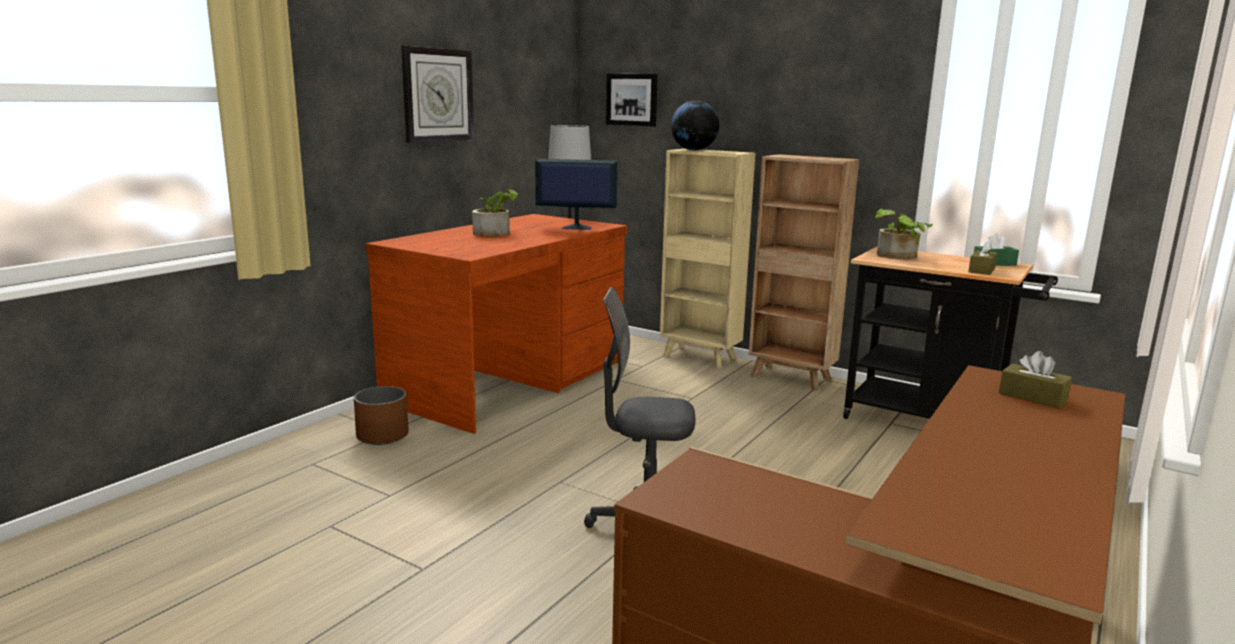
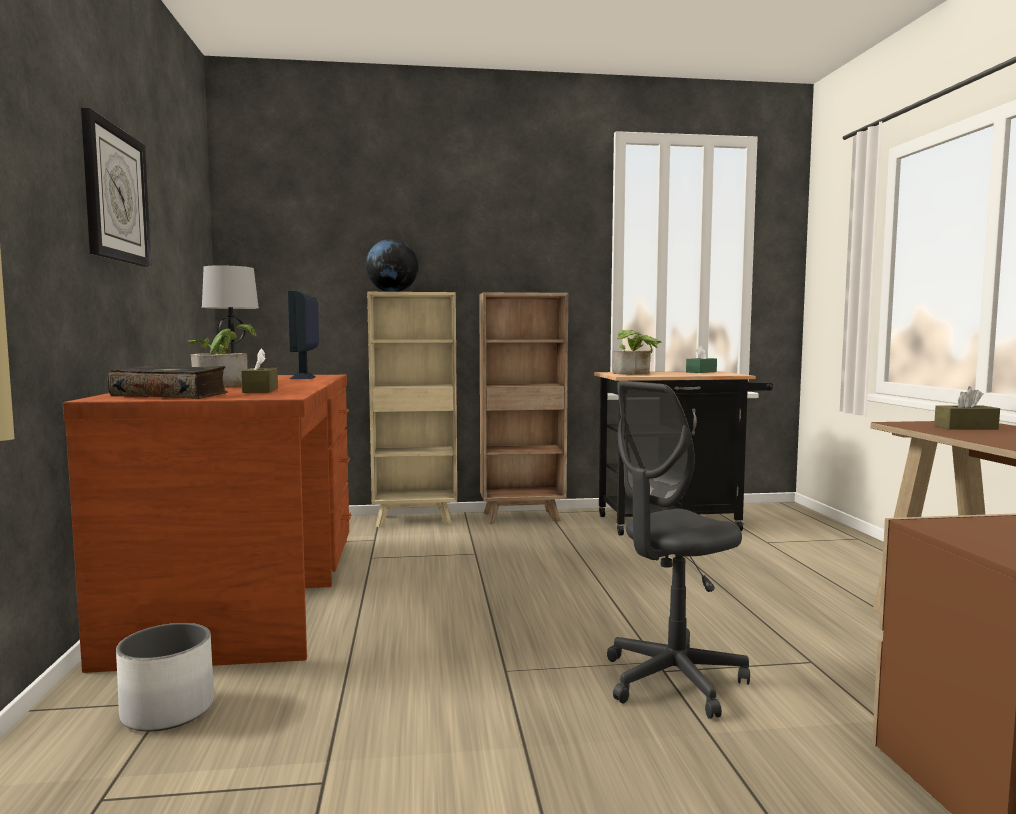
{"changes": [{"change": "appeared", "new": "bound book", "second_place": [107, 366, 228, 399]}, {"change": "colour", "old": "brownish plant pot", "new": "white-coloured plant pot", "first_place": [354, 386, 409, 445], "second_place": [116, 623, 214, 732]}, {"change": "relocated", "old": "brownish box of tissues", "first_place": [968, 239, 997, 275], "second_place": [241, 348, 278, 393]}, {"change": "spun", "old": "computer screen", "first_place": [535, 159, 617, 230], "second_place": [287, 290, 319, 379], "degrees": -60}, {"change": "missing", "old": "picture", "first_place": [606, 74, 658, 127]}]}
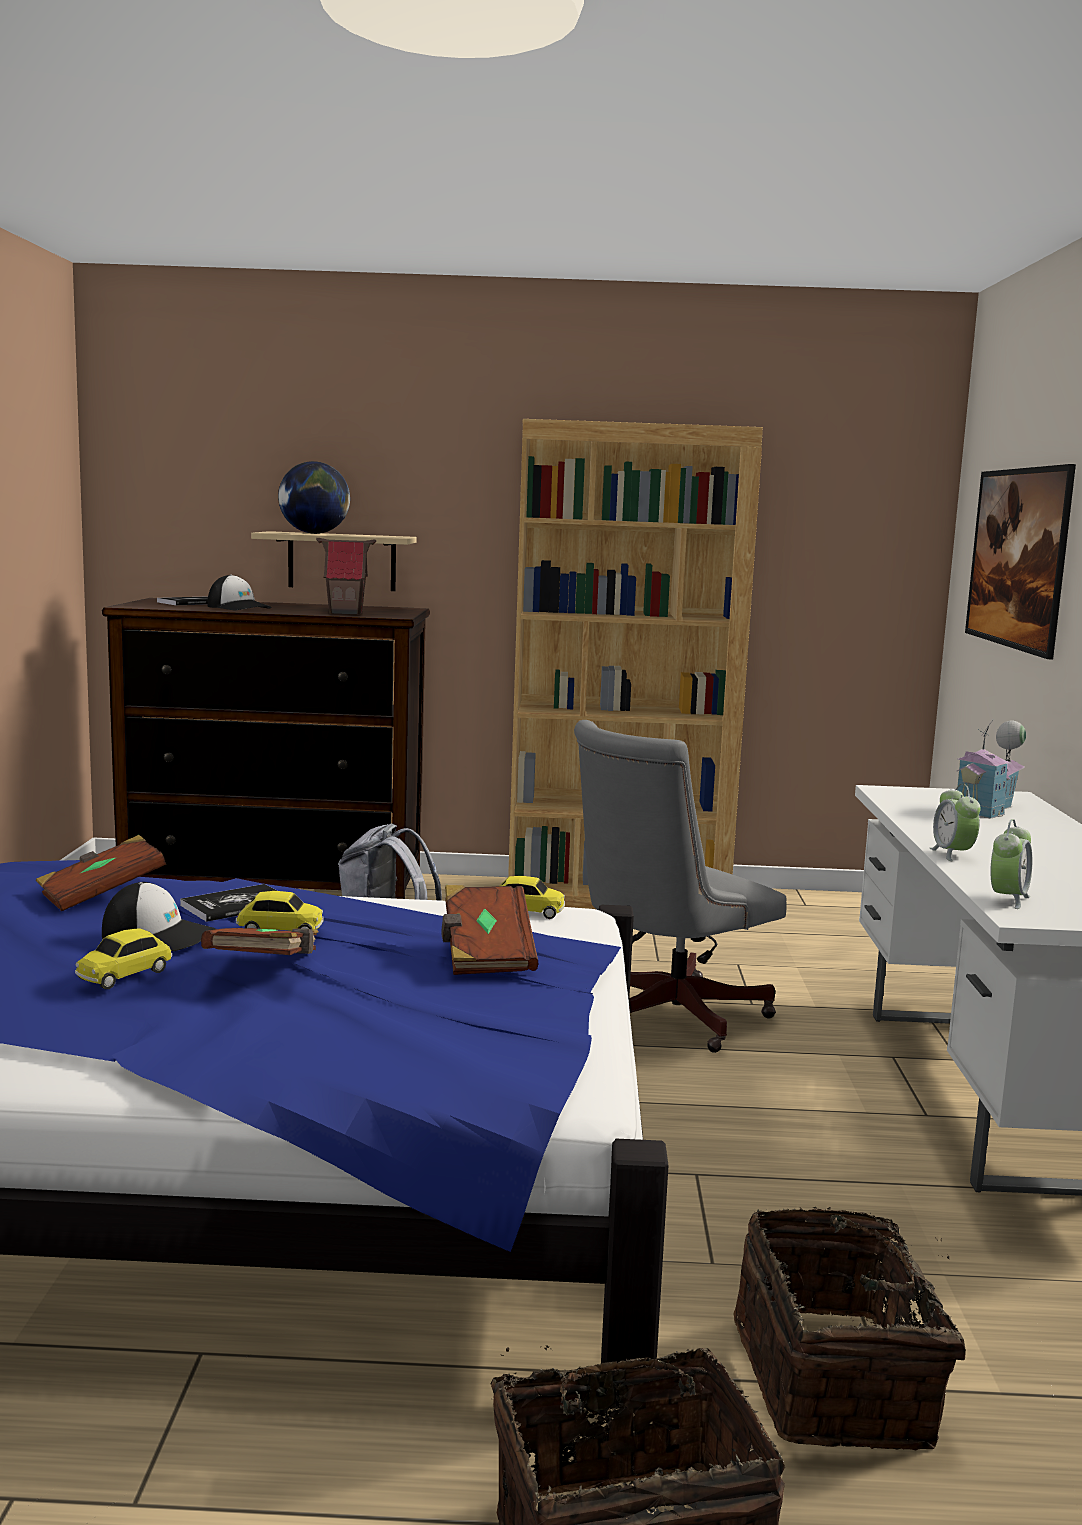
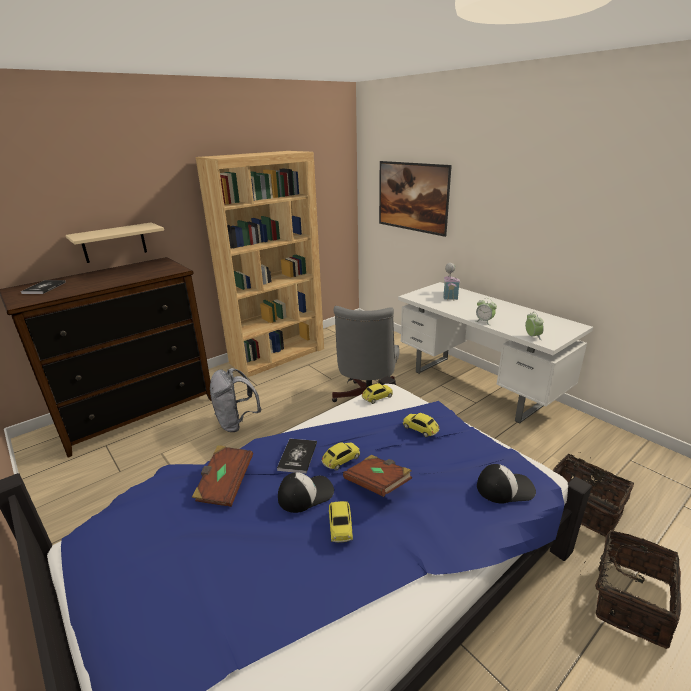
{"changes": [{"change": "exchanged", "old": "brownish bound book", "new": "model car", "first_place": [441, 885, 538, 975], "second_place": [403, 413, 440, 438]}, {"change": "relocated", "old": "cap", "first_place": [207, 575, 272, 610], "second_place": [477, 464, 536, 504]}, {"change": "missing", "old": "world globe", "first_place": [278, 461, 350, 534]}, {"change": "missing", "old": "toy house", "first_place": [316, 538, 376, 615]}]}
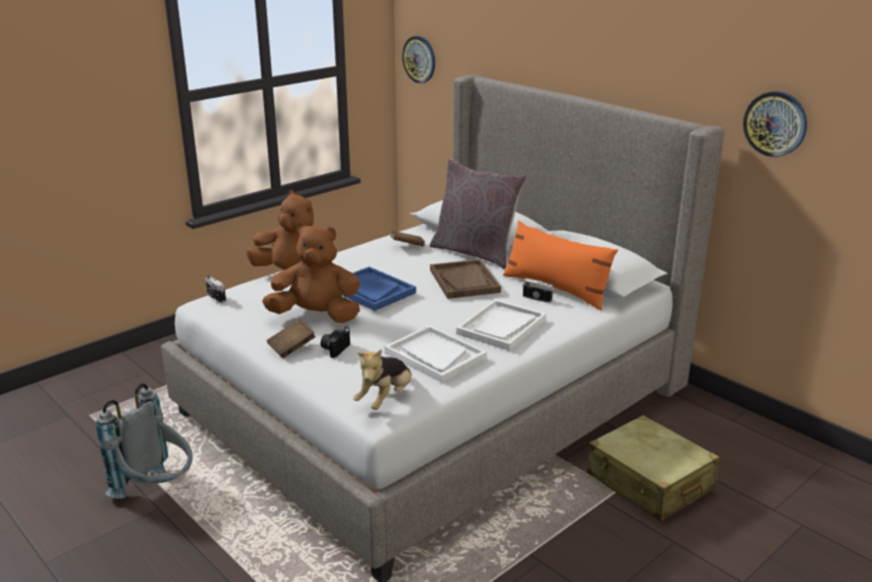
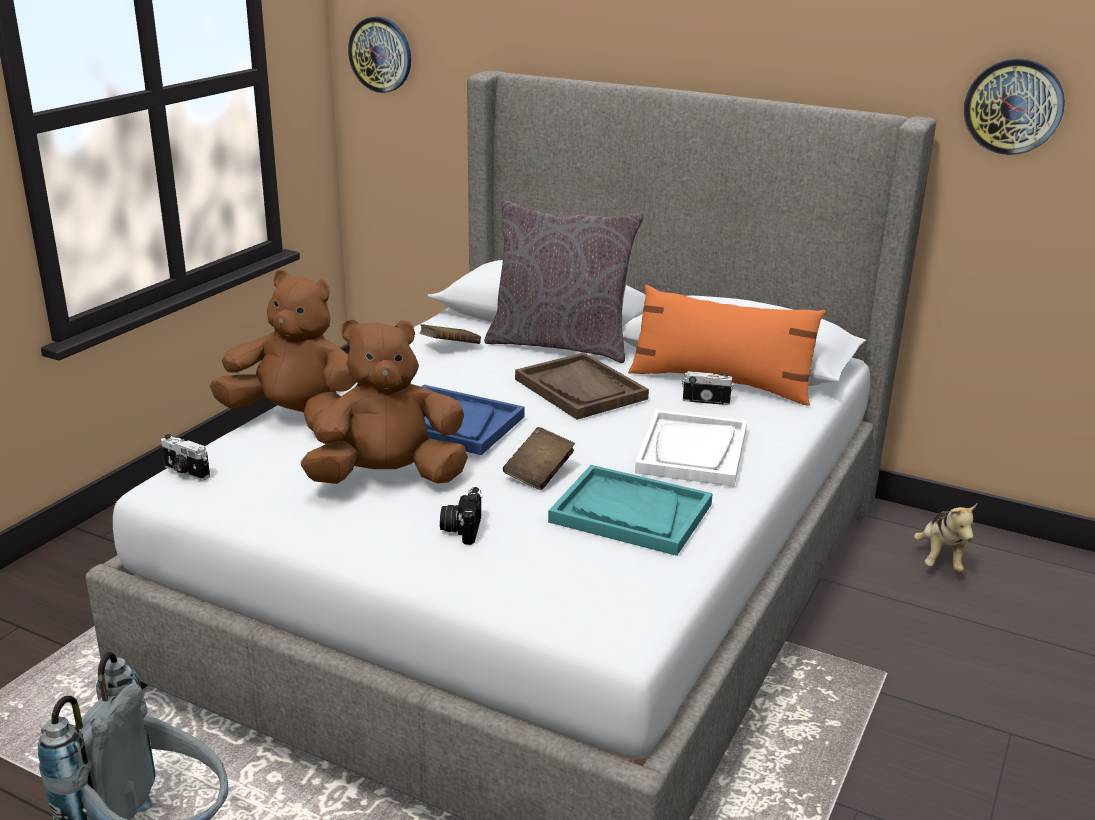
{"changes": [{"change": "relocated", "old": "brownish bound book", "first_place": [267, 319, 316, 358], "second_place": [503, 427, 575, 490]}, {"change": "colour", "old": "white-coloured carrying tray", "new": "turquoise carrying tray", "first_place": [384, 325, 487, 383], "second_place": [548, 465, 713, 556]}, {"change": "relocated", "old": "plush toy", "first_place": [353, 349, 412, 410], "second_place": [914, 503, 977, 572]}, {"change": "missing", "old": "beige suitcase", "first_place": [588, 415, 719, 522]}]}
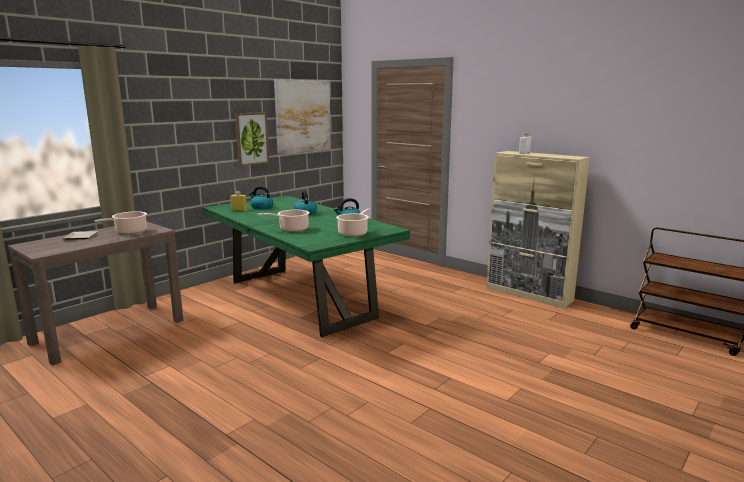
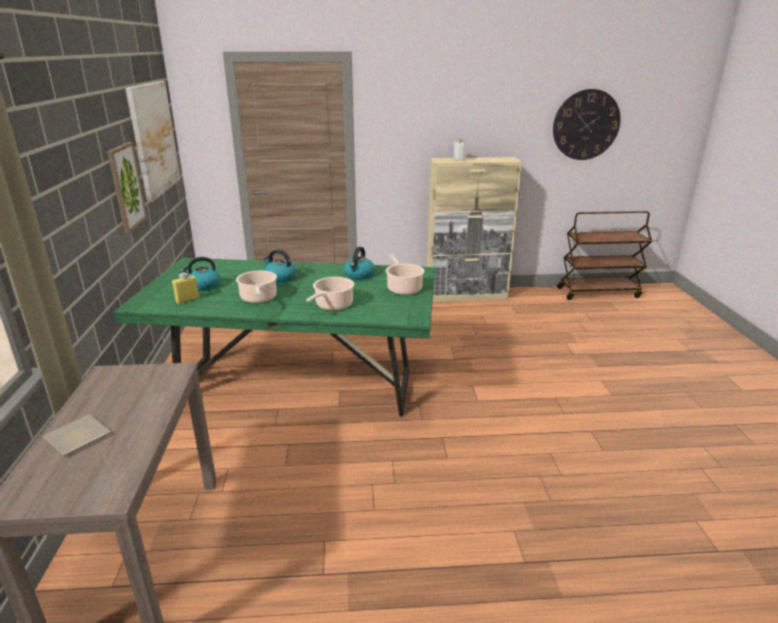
{"changes": [{"change": "relocated", "old": "saucepot", "first_place": [94, 211, 147, 234], "second_place": [236, 271, 277, 303]}, {"change": "appeared", "new": "hanging clock", "second_place": [553, 89, 621, 160]}]}
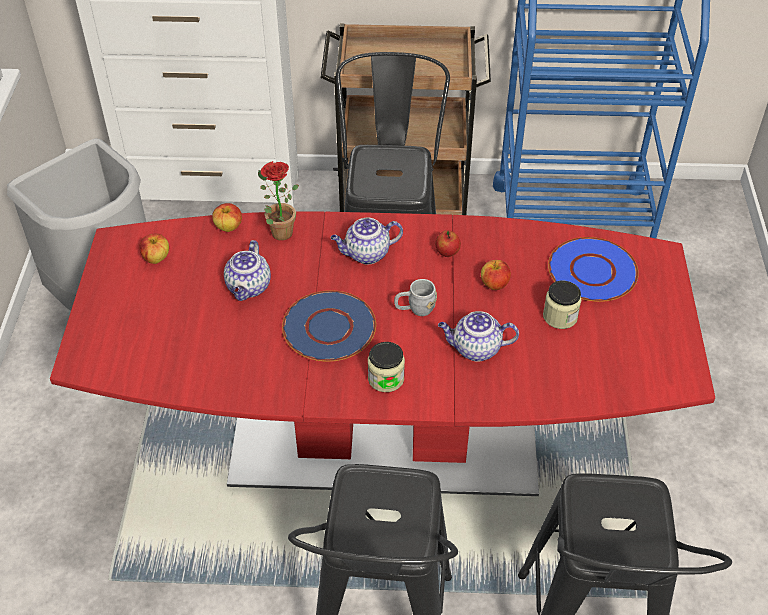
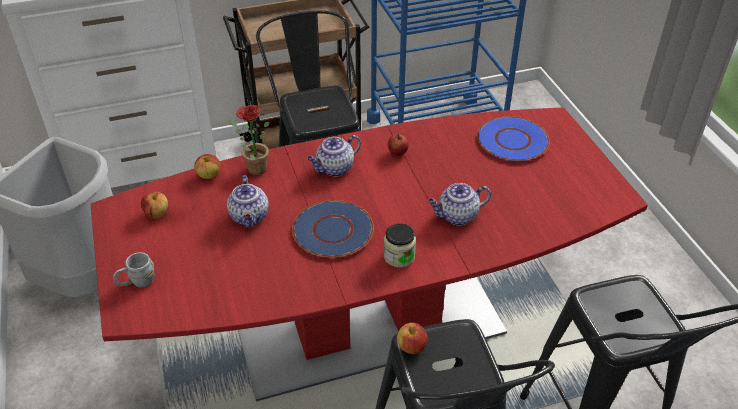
{"changes": [{"change": "relocated", "old": "greyish coffee mug", "first_place": [394, 279, 437, 316], "second_place": [113, 252, 155, 288]}, {"change": "relocated", "old": "whole apple", "first_place": [481, 260, 511, 290], "second_place": [397, 323, 427, 354]}, {"change": "missing", "old": "jar", "first_place": [543, 281, 582, 329]}]}
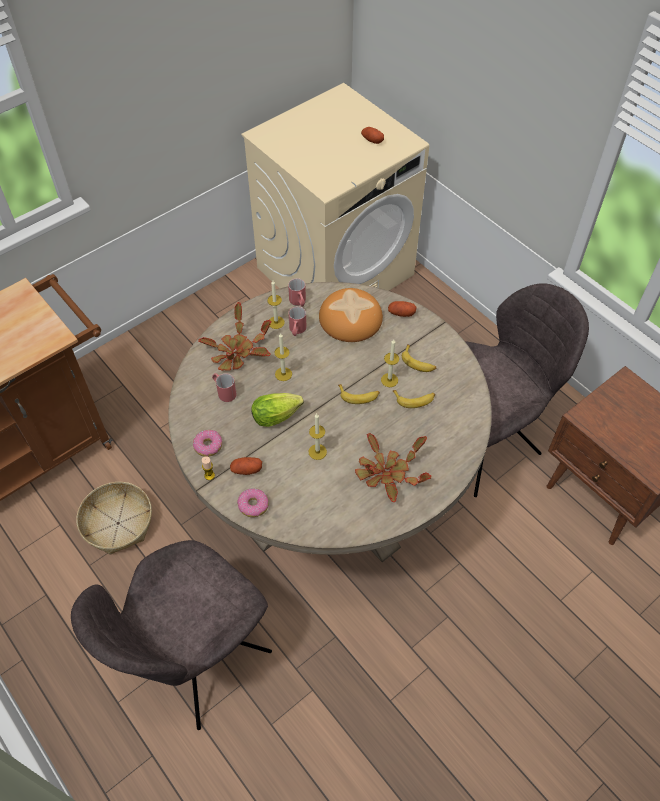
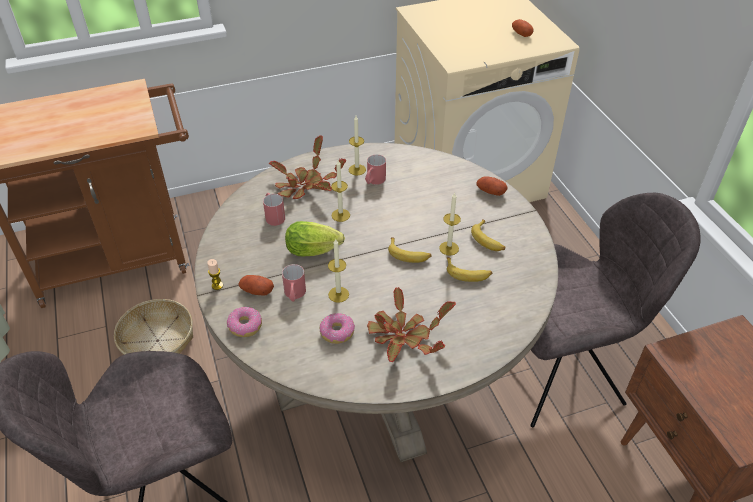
{"changes": [{"change": "relocated", "old": "red-coloured coffee mug", "first_place": [288, 278, 306, 307], "second_place": [282, 264, 306, 302]}, {"change": "relocated", "old": "donut", "first_place": [193, 430, 222, 457], "second_place": [320, 313, 355, 344]}, {"change": "missing", "old": "baked bread", "first_place": [319, 288, 383, 342]}]}
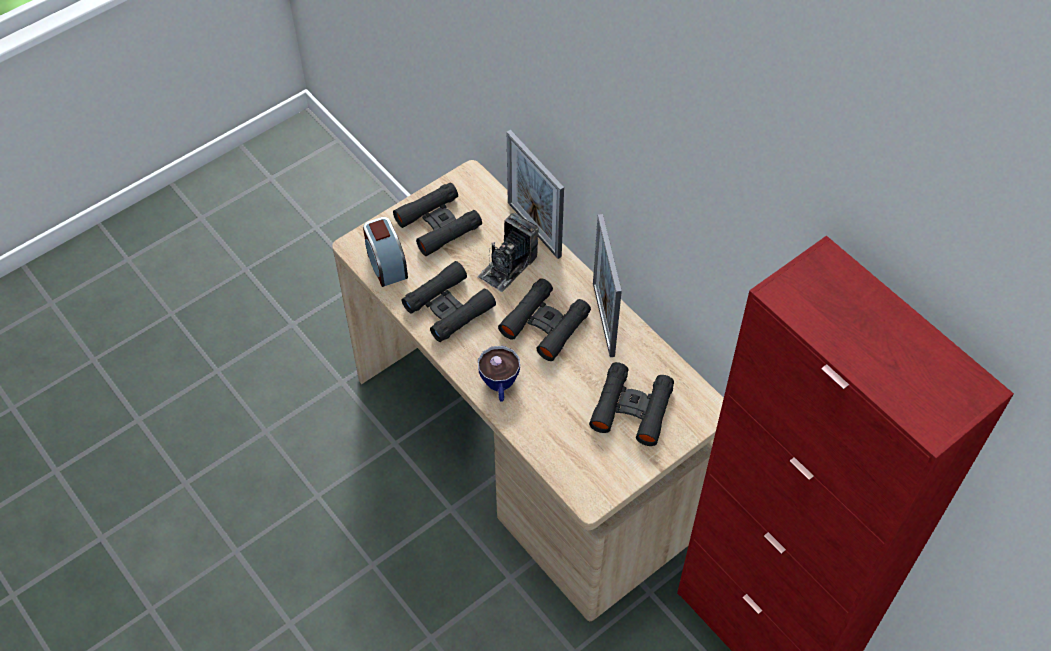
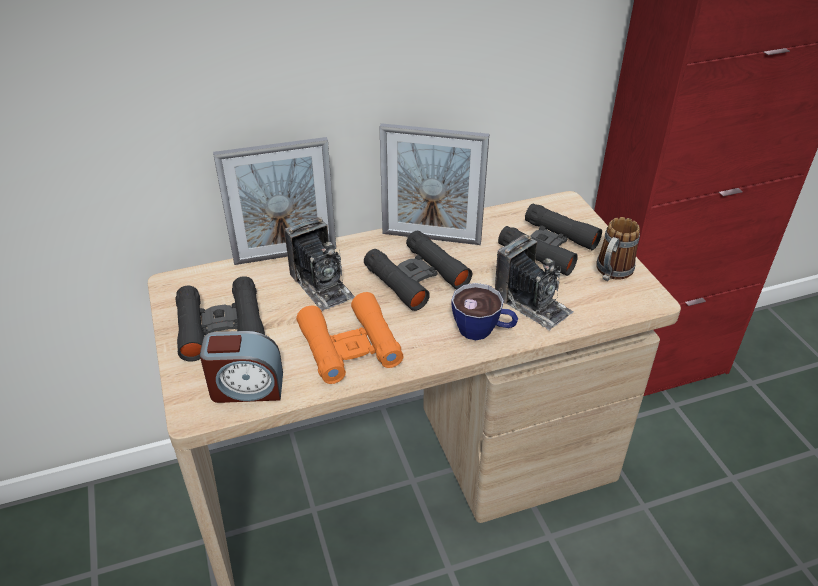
{"changes": [{"change": "colour", "old": "black-coloured pair of binoculars", "new": "orangey pair of binoculars", "first_place": [402, 261, 496, 342], "second_place": [296, 292, 404, 384]}, {"change": "appeared", "new": "photo camera", "second_place": [495, 235, 574, 331]}, {"change": "appeared", "new": "coffee mug", "second_place": [596, 217, 640, 281]}]}
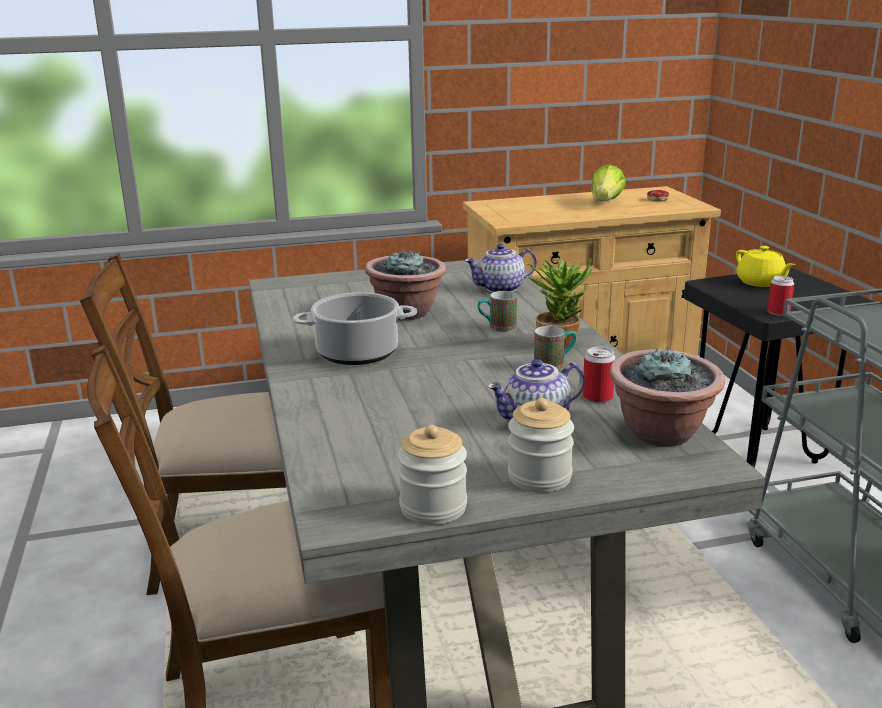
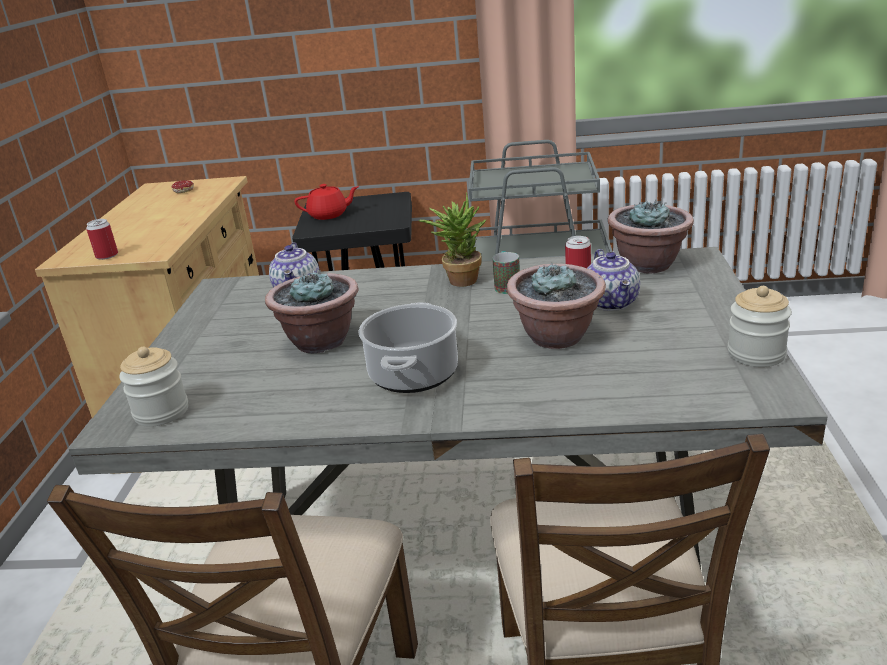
{"changes": [{"change": "relocated", "old": "can", "first_place": [767, 276, 794, 316], "second_place": [86, 219, 118, 260]}, {"change": "relocated", "old": "jar", "first_place": [508, 398, 574, 493], "second_place": [119, 347, 188, 427]}, {"change": "colour", "old": "yellow-coloured pot for tea", "new": "red-coloured pot for tea", "first_place": [736, 246, 796, 287], "second_place": [294, 184, 359, 220]}, {"change": "appeared", "new": "houseplant", "second_place": [507, 262, 606, 349]}, {"change": "missing", "old": "coffee mug", "first_place": [478, 291, 517, 332]}, {"change": "missing", "old": "lettuce", "first_place": [591, 164, 626, 201]}]}
